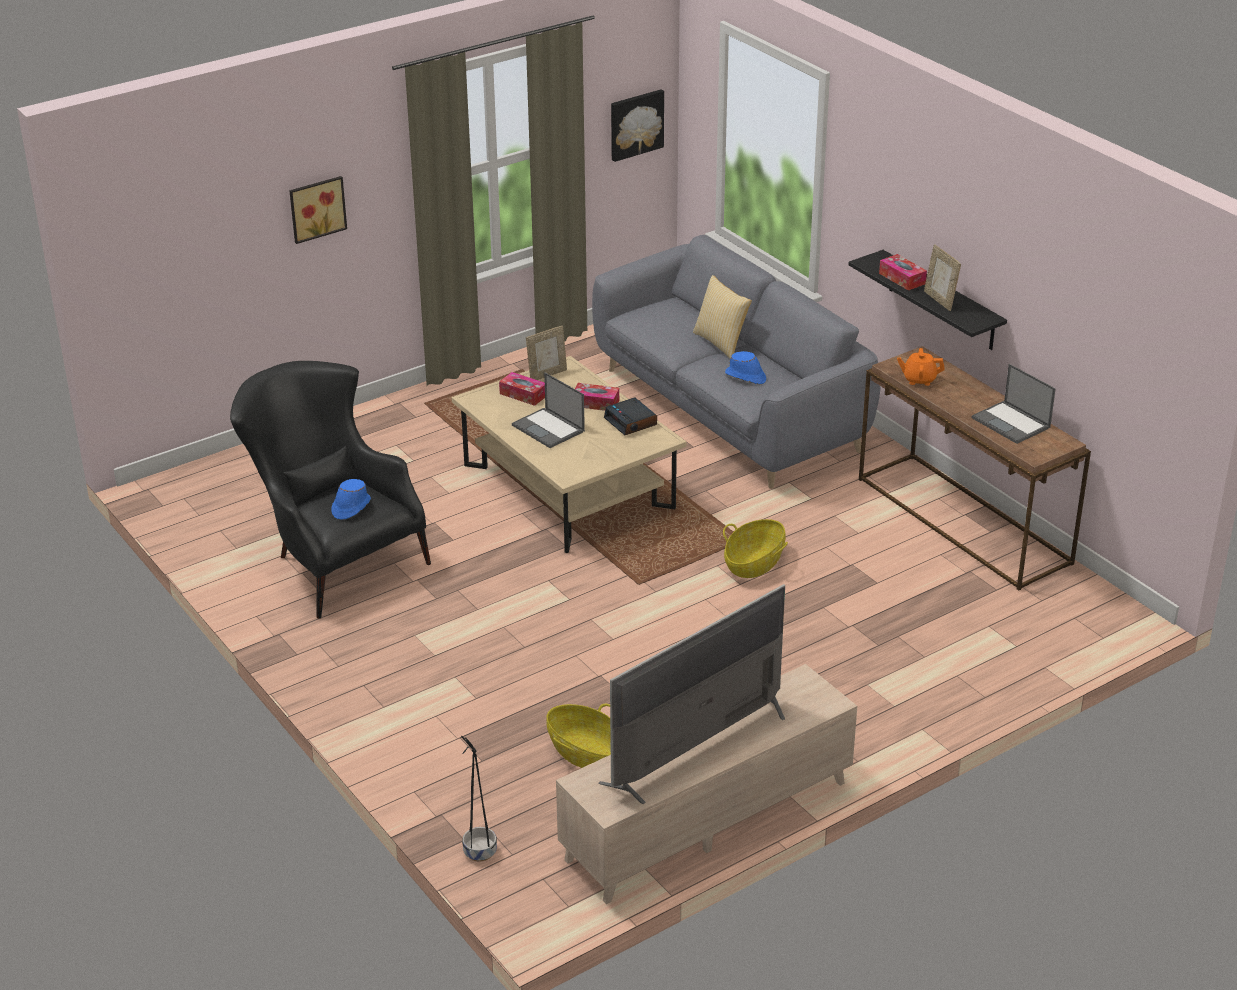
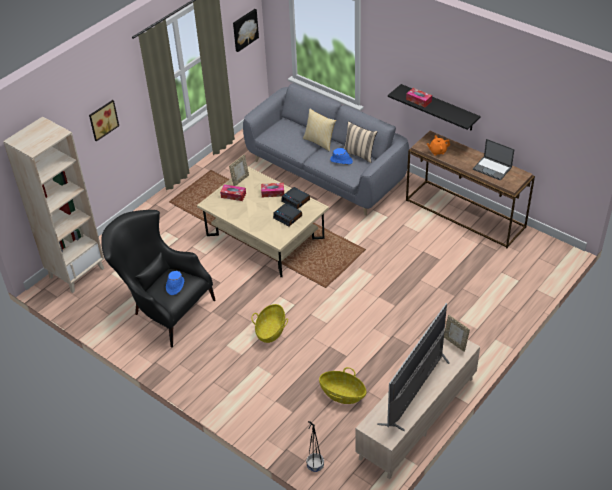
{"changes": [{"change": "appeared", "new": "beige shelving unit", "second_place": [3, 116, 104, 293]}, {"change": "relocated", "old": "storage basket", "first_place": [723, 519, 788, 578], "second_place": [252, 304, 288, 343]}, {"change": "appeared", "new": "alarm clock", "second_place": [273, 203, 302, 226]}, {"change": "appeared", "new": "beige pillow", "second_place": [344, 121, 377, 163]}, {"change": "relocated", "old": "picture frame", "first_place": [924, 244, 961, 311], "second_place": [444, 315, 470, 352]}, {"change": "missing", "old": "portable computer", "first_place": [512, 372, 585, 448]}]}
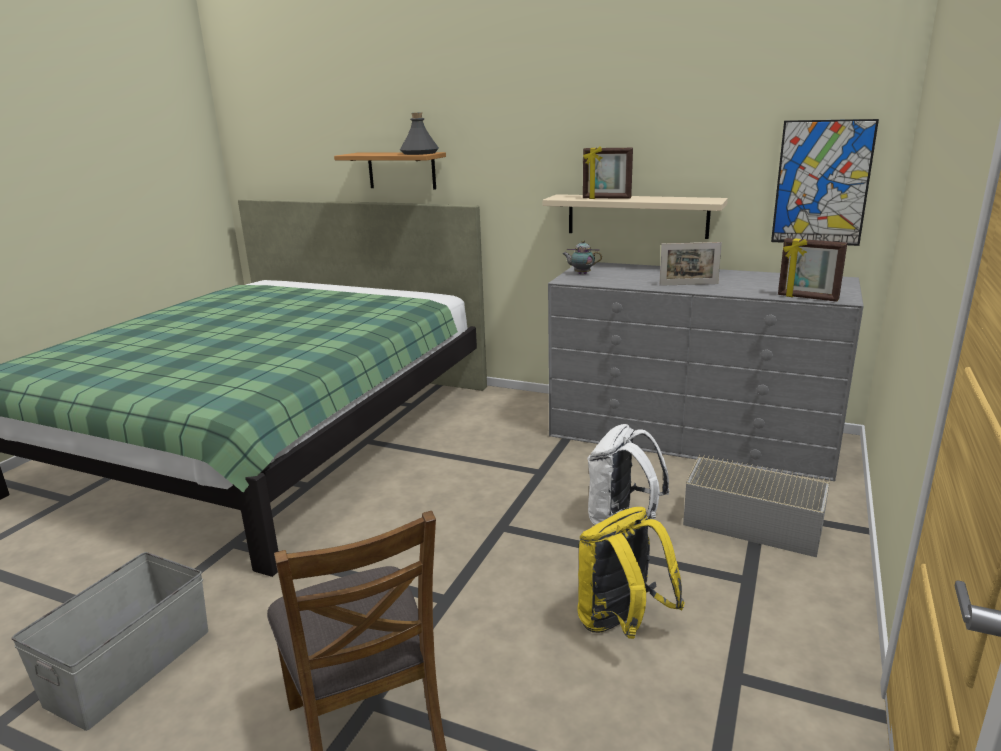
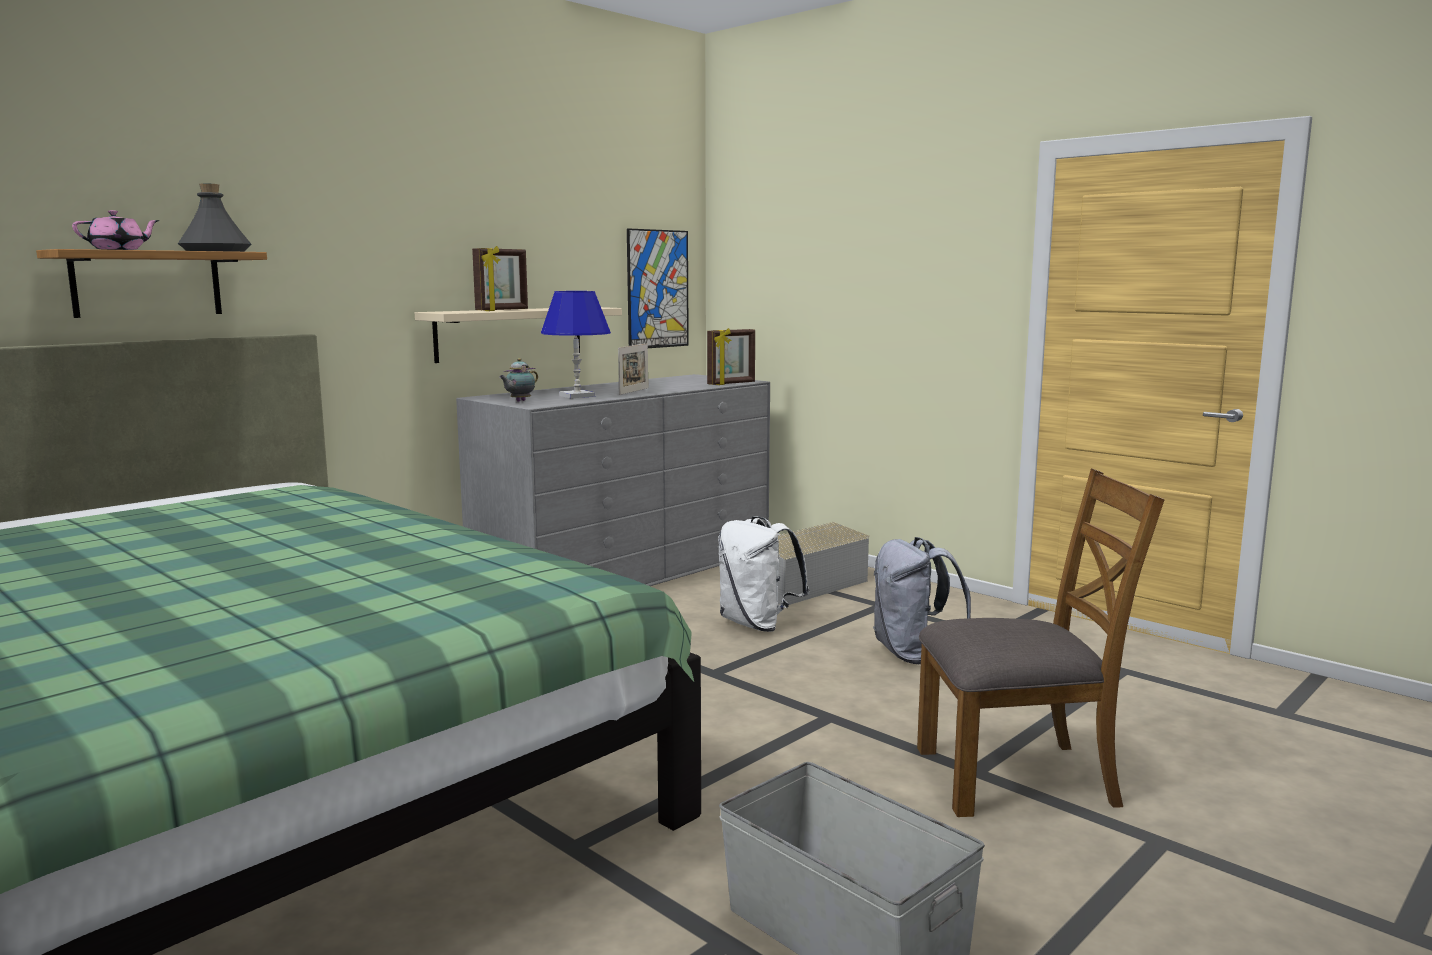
{"changes": [{"change": "appeared", "new": "pink-coloured pot for tea", "second_place": [72, 210, 160, 250]}, {"change": "appeared", "new": "bluish lamp for a table", "second_place": [541, 291, 611, 398]}, {"change": "colour", "old": "yellow-coloured backpack", "new": "greyish backpack", "first_place": [578, 507, 685, 639], "second_place": [873, 537, 971, 664]}]}
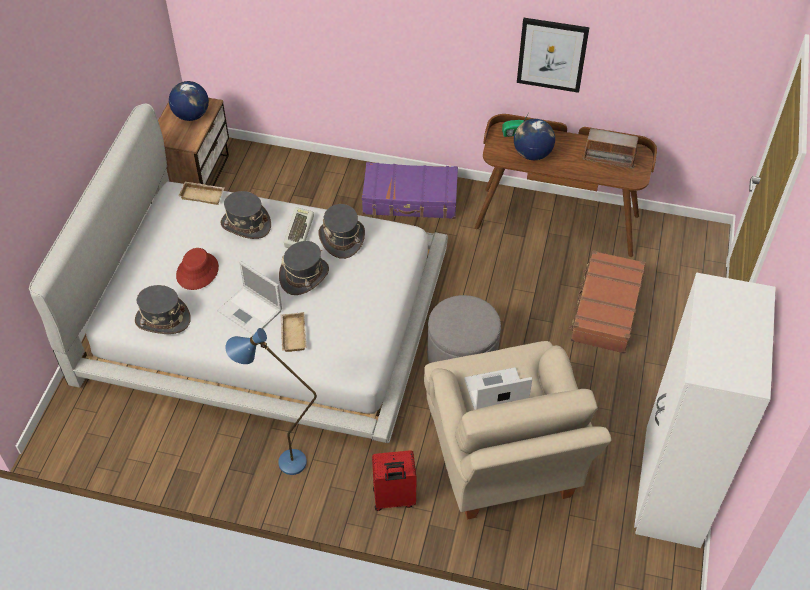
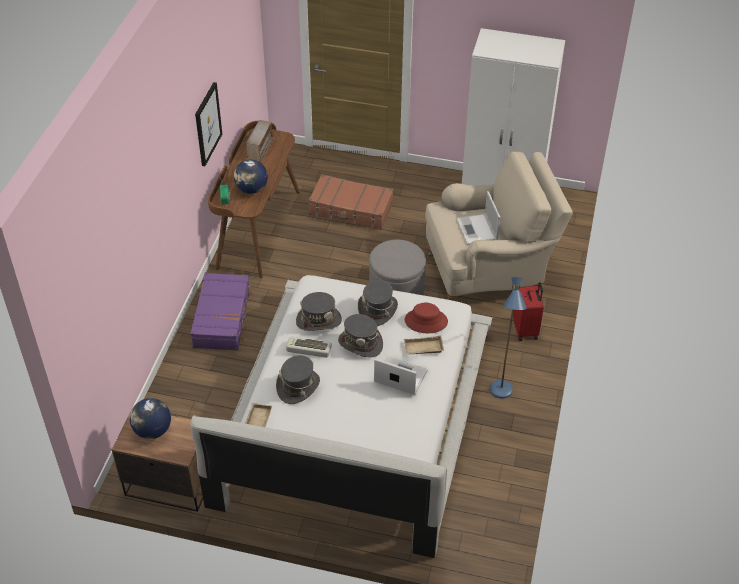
{"changes": [{"change": "relocated", "old": "greyish clothing hat", "first_place": [135, 285, 191, 334], "second_place": [358, 280, 398, 326]}, {"change": "spun", "old": "portable computer", "first_place": [217, 261, 282, 335], "second_place": [374, 357, 427, 395], "degrees": -105}, {"change": "relocated", "old": "red-coloured clothing hat", "first_place": [176, 248, 219, 290], "second_place": [405, 303, 448, 333]}]}
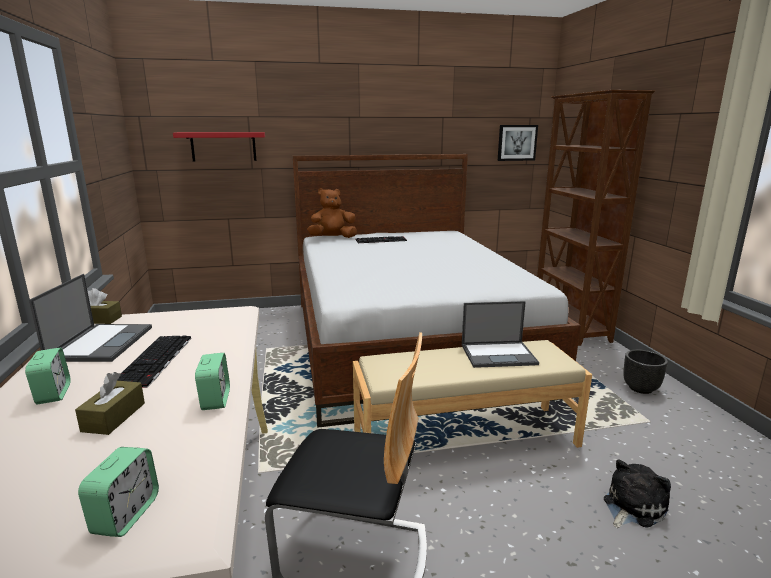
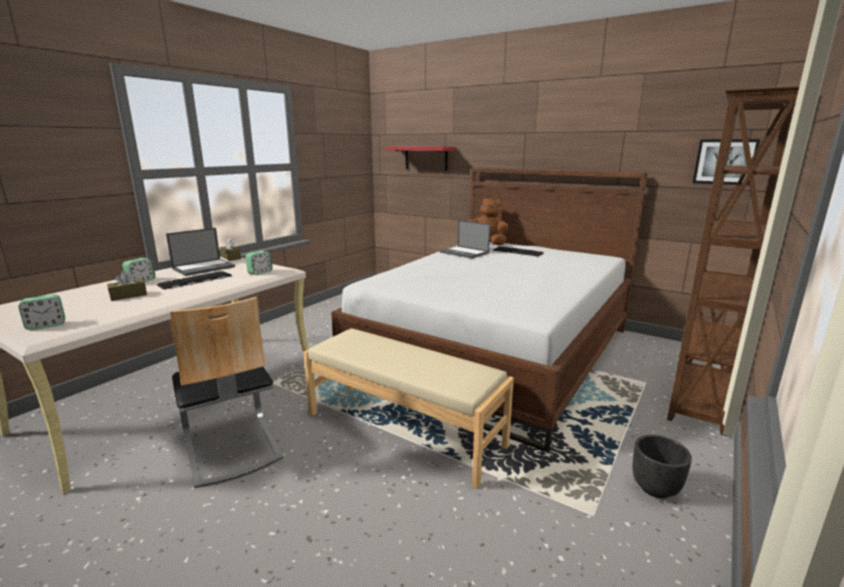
{"changes": [{"change": "relocated", "old": "alarm clock", "first_place": [195, 353, 230, 410], "second_place": [245, 251, 273, 275]}, {"change": "relocated", "old": "portable computer", "first_place": [462, 301, 539, 368], "second_place": [440, 220, 491, 258]}, {"change": "missing", "old": "plush toy", "first_place": [604, 459, 671, 528]}]}
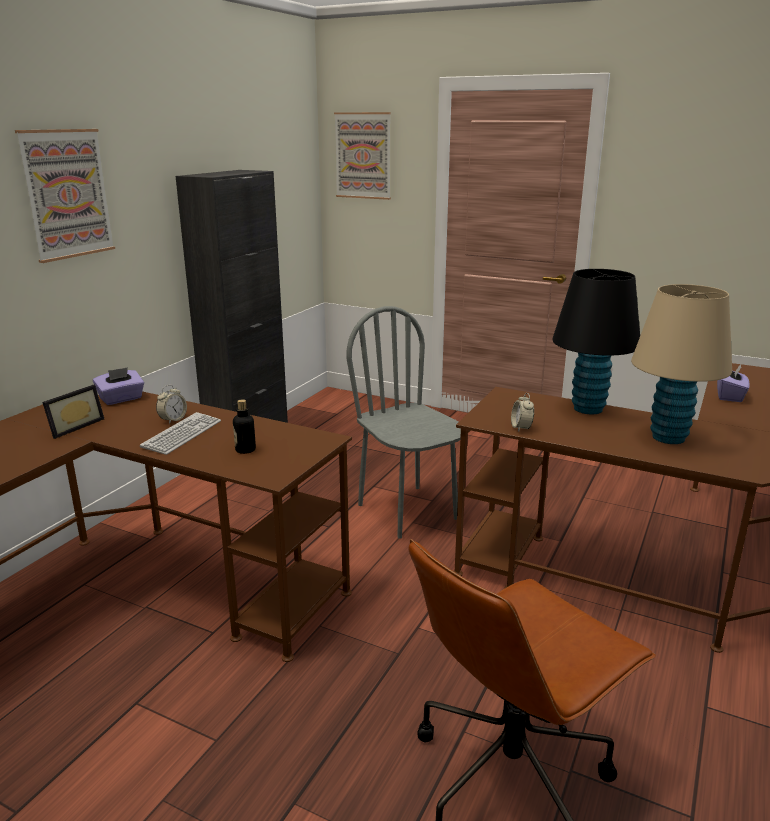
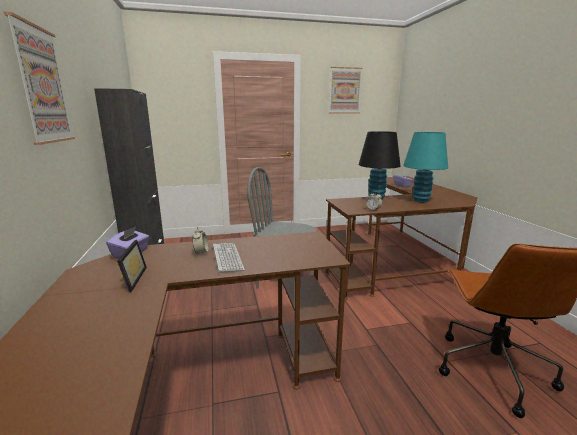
{"changes": [{"change": "relocated", "old": "picture", "first_place": [334, 112, 391, 200], "second_place": [329, 67, 362, 113]}, {"change": "colour", "old": "beige lamp for a table", "new": "turquoise lamp for a table", "first_place": [631, 284, 732, 444], "second_place": [403, 132, 448, 202]}, {"change": "missing", "old": "drink bottle", "first_place": [233, 399, 256, 454]}]}
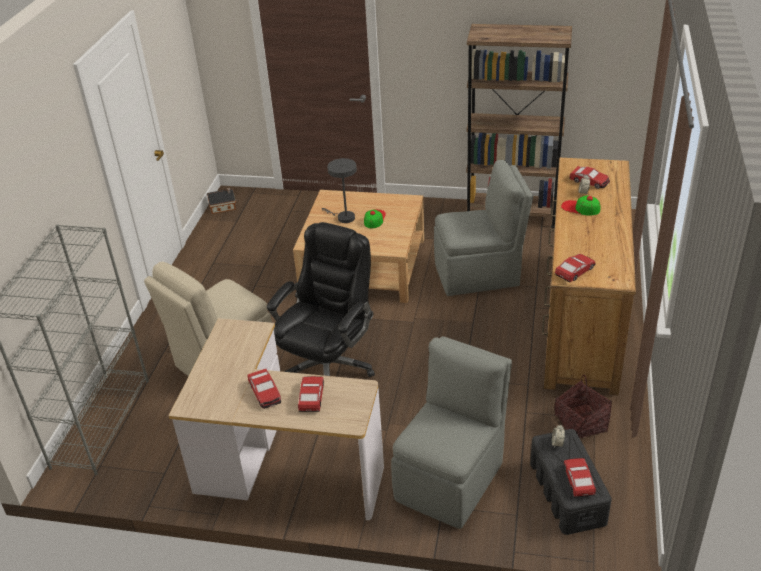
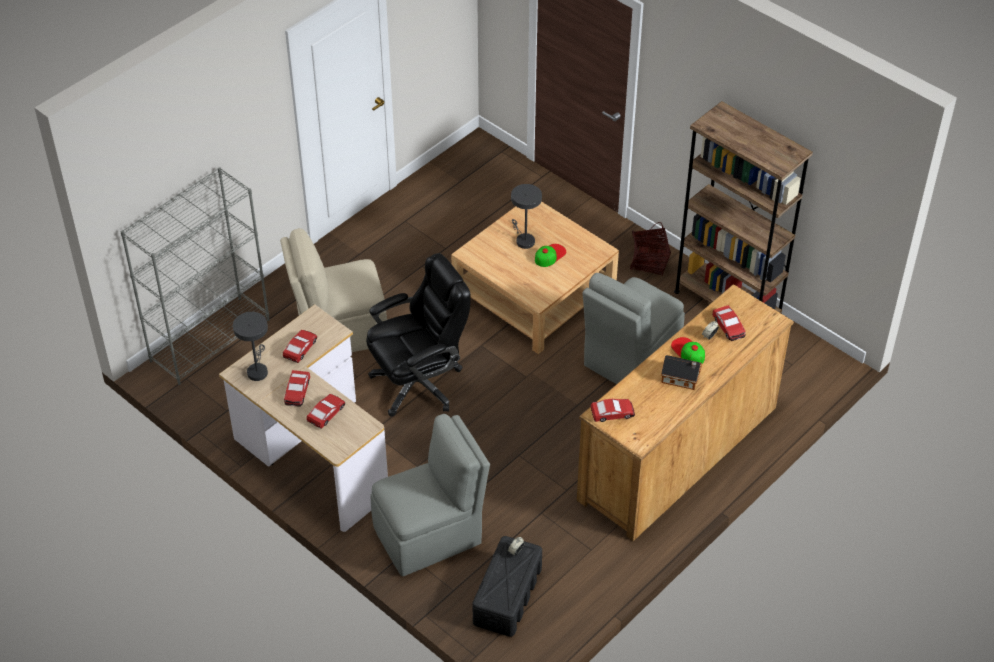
{"changes": [{"change": "appeared", "new": "greyish lamp for a table", "second_place": [233, 312, 268, 381]}, {"change": "relocated", "old": "model car", "first_place": [564, 458, 596, 497], "second_place": [283, 330, 317, 363]}, {"change": "spun", "old": "greyish plain chair", "first_place": [434, 160, 533, 296], "second_place": [583, 273, 685, 384], "degrees": 105}, {"change": "relocated", "old": "storage basket", "first_place": [554, 374, 612, 438], "second_place": [630, 222, 671, 276]}, {"change": "relocated", "old": "toy house", "first_place": [207, 188, 236, 214], "second_place": [661, 355, 702, 390]}]}
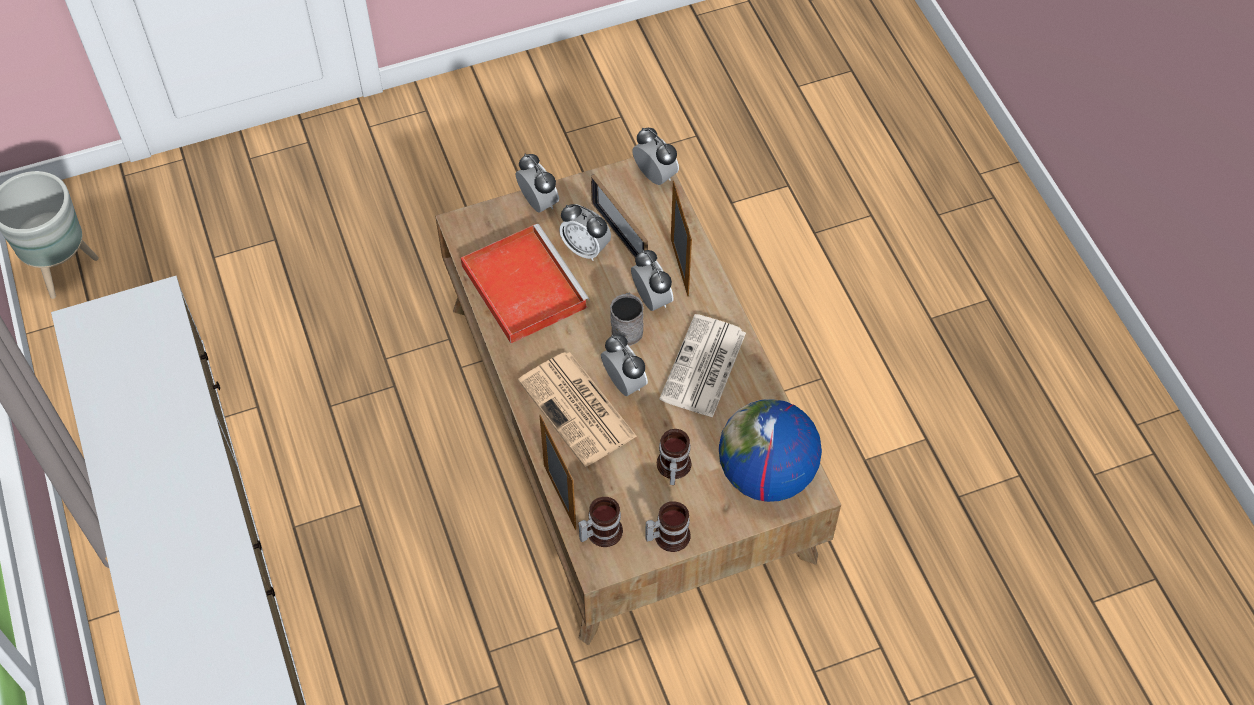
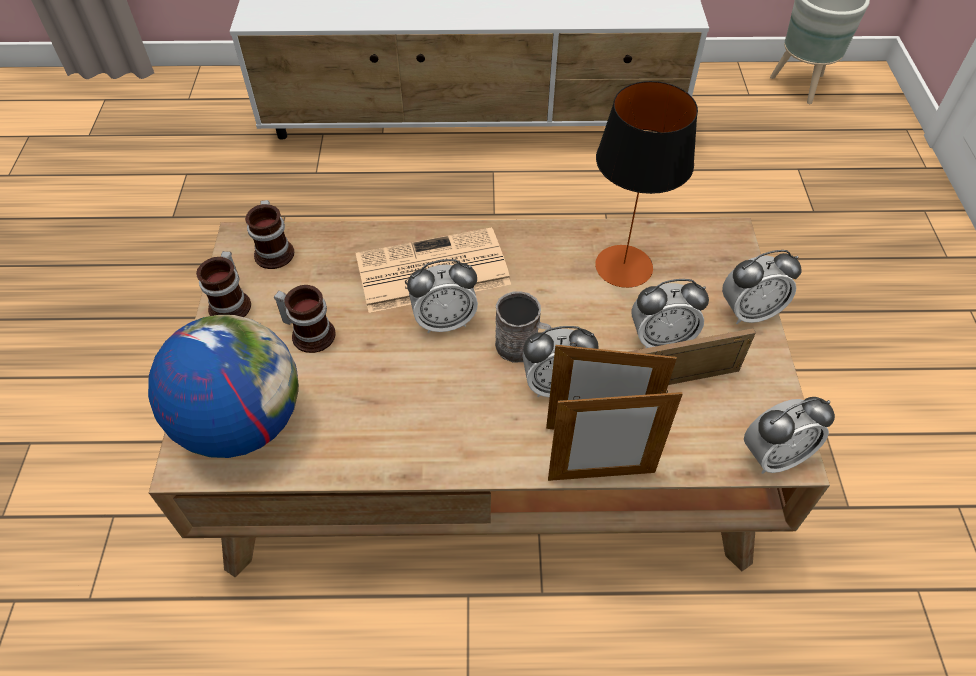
{"changes": [{"change": "relocated", "old": "picture frame", "first_place": [539, 414, 576, 530], "second_place": [548, 390, 683, 481]}, {"change": "exchanged", "old": "red-coloured carrying tray", "new": "lamp for a table", "first_place": [461, 224, 590, 343], "second_place": [595, 81, 698, 288]}, {"change": "spun", "old": "alarm clock", "first_place": [559, 204, 611, 261], "second_place": [632, 279, 709, 348], "degrees": -150}, {"change": "missing", "old": "newspaper", "first_place": [659, 314, 746, 418]}]}
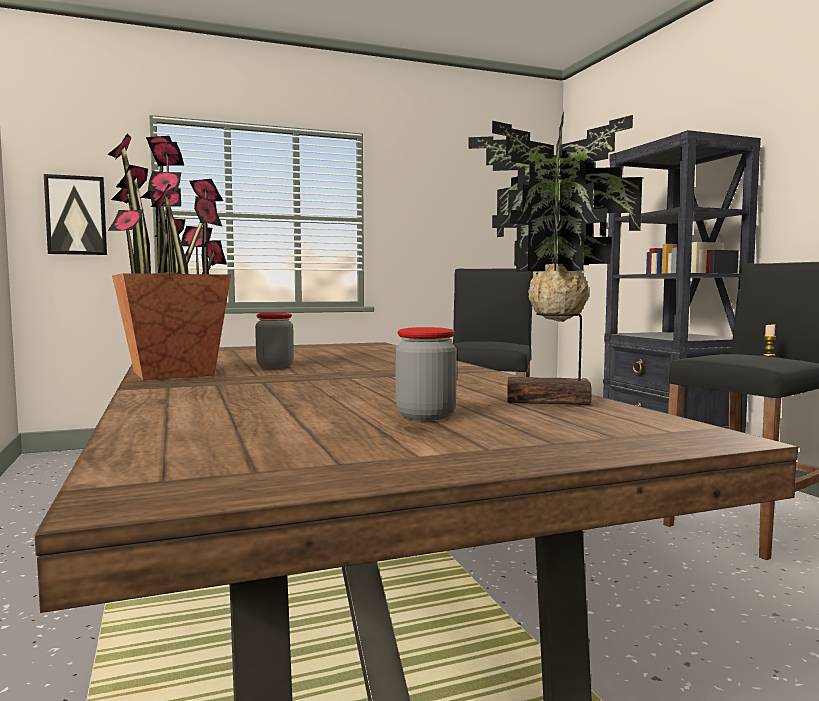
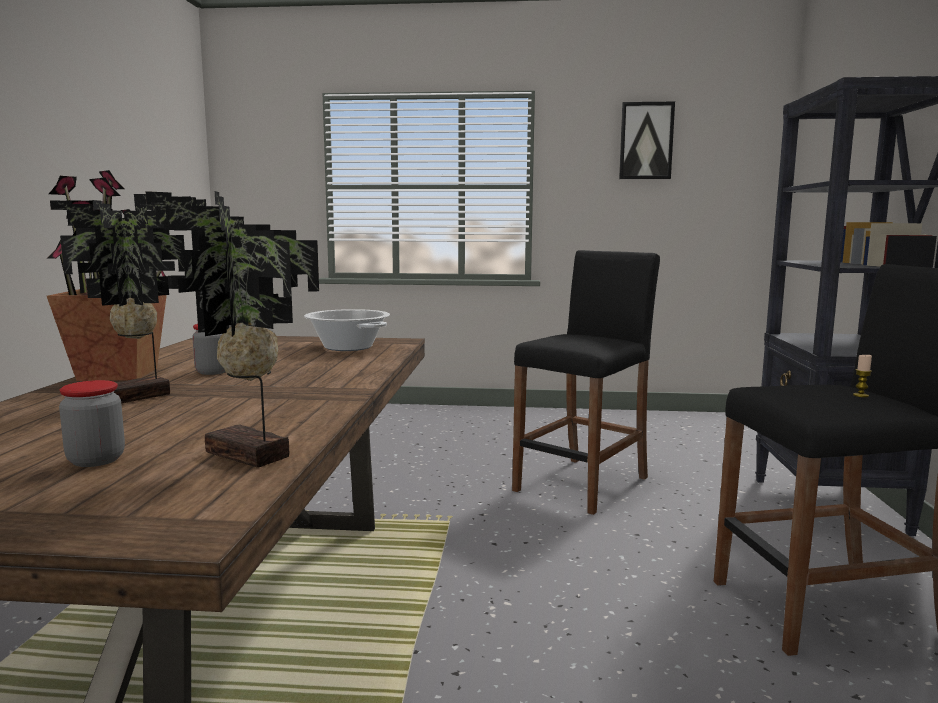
{"changes": [{"change": "appeared", "new": "houseplant", "second_place": [50, 200, 185, 403]}, {"change": "appeared", "new": "saucepot", "second_place": [304, 309, 390, 351]}, {"change": "relocated", "old": "picture", "first_place": [44, 174, 107, 255], "second_place": [619, 102, 675, 179]}]}
